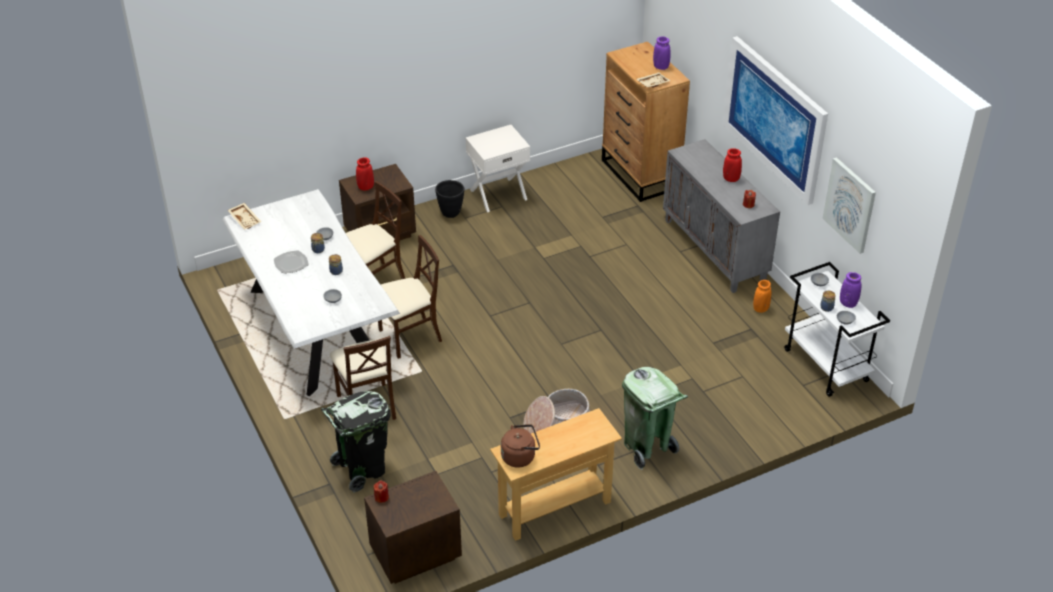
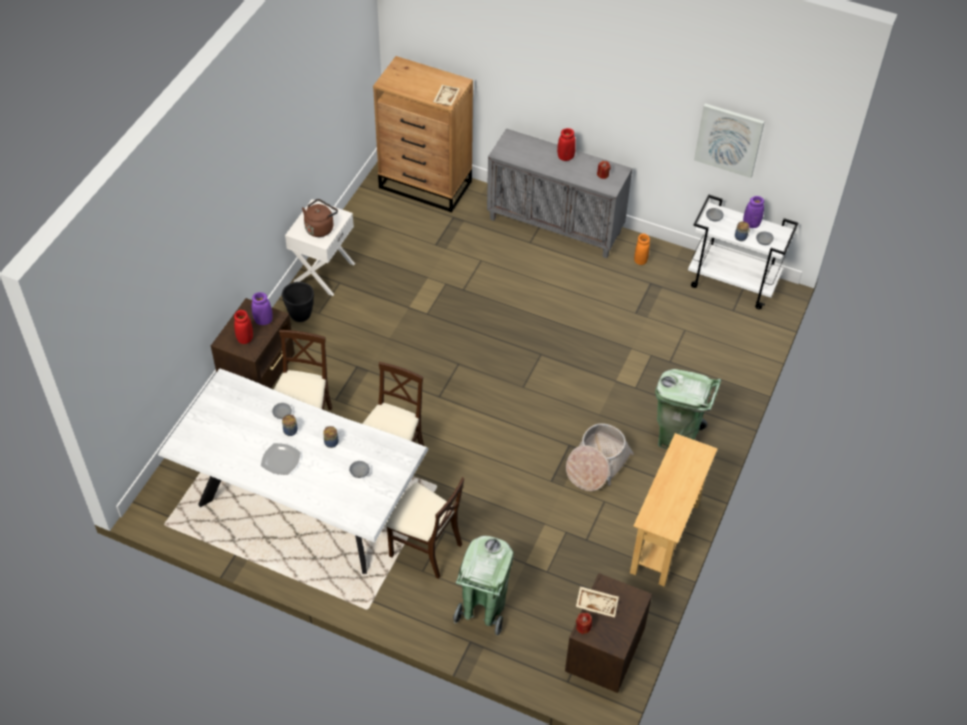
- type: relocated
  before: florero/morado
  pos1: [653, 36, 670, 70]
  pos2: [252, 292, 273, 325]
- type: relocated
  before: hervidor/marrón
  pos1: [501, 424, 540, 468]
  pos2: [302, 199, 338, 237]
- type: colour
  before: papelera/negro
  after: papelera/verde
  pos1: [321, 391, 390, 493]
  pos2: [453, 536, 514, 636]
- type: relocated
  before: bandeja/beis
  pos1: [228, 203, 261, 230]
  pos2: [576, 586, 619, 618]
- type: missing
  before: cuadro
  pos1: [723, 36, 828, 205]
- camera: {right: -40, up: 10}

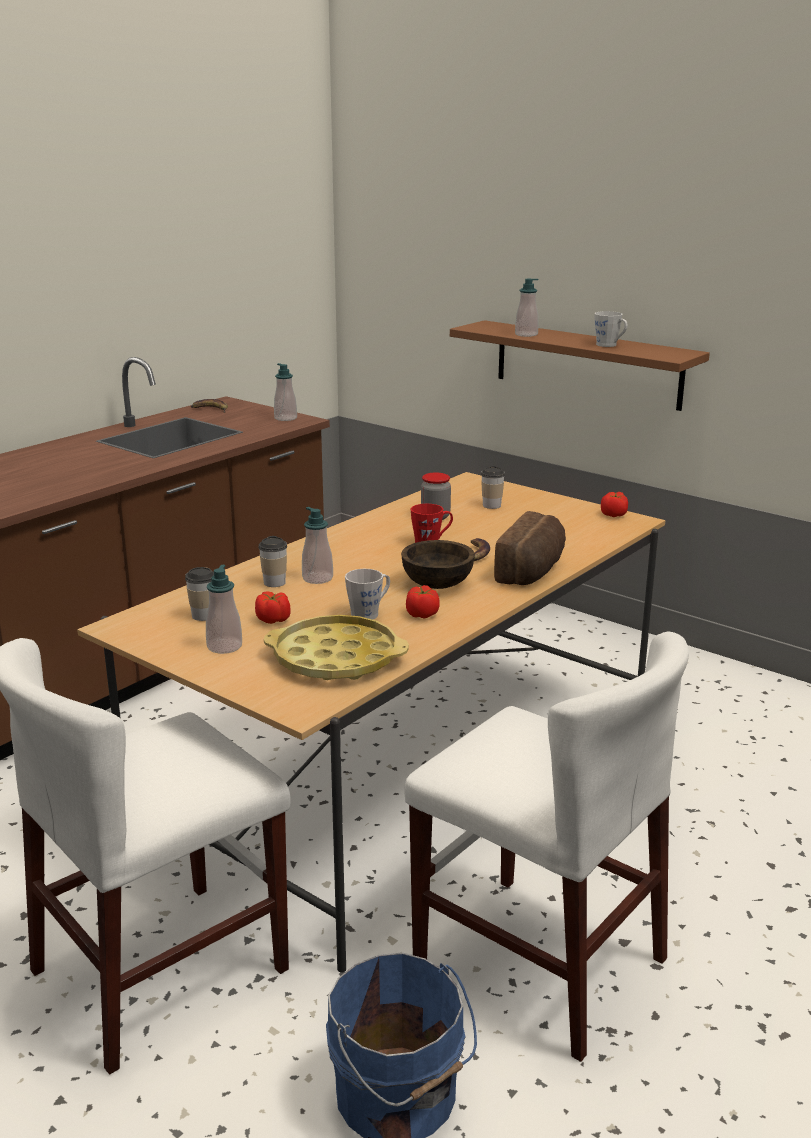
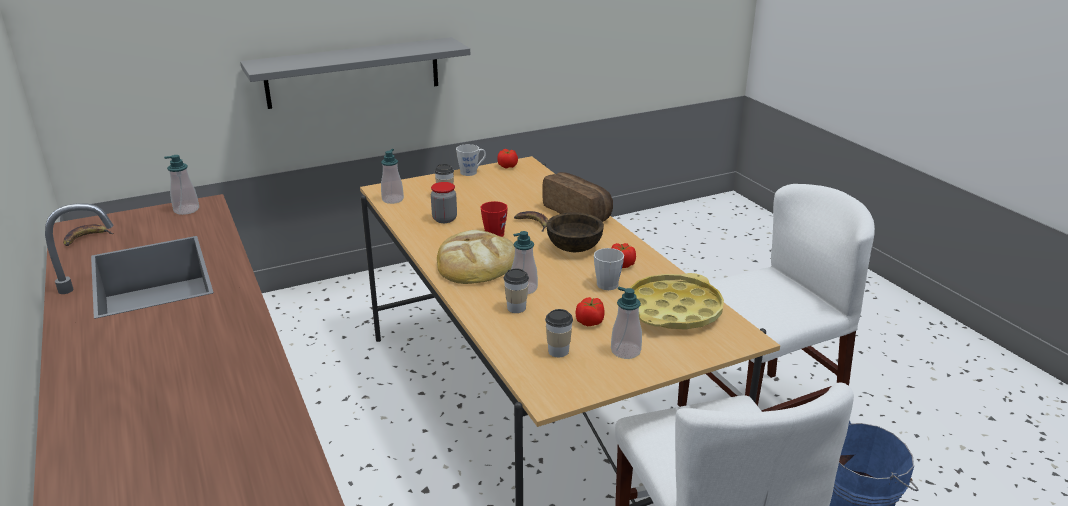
- type: colour
  before: estante/marrón
  after: estante/gris
  pos1: [450, 320, 710, 411]
  pos2: [240, 37, 470, 109]
- type: relocated
  before: dispensador de jabón
  pos1: [515, 279, 539, 337]
  pos2: [381, 149, 404, 204]
- type: appeared
  after: pan
  pos2: [437, 230, 515, 284]
- type: relocated
  before: taza grande/gris
  pos1: [594, 311, 628, 347]
  pos2: [456, 144, 486, 176]
- camera: {right: -65, up: 5}

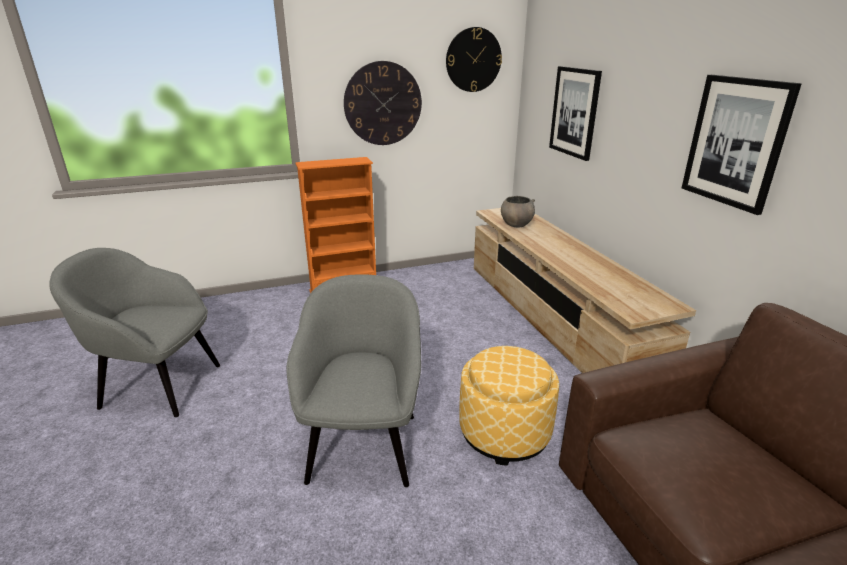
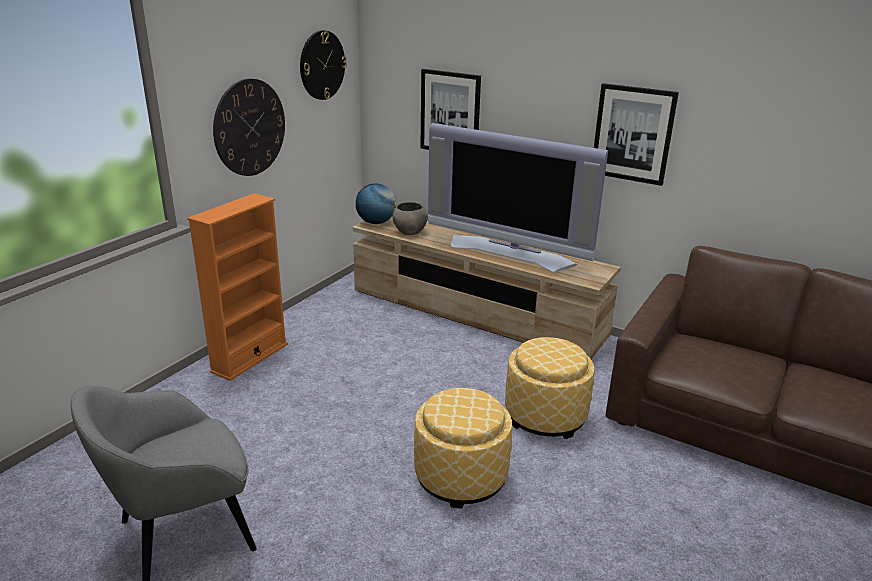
- type: appeared
  after: globo terráqueo
  pos2: [356, 183, 396, 224]
- type: exchanged
  before: sillón/gris
  after: puf
  pos1: [286, 274, 421, 487]
  pos2: [414, 388, 512, 508]
- type: appeared
  after: televisor
  pos2: [428, 123, 608, 273]
- camera: {right: -40, up: 0}

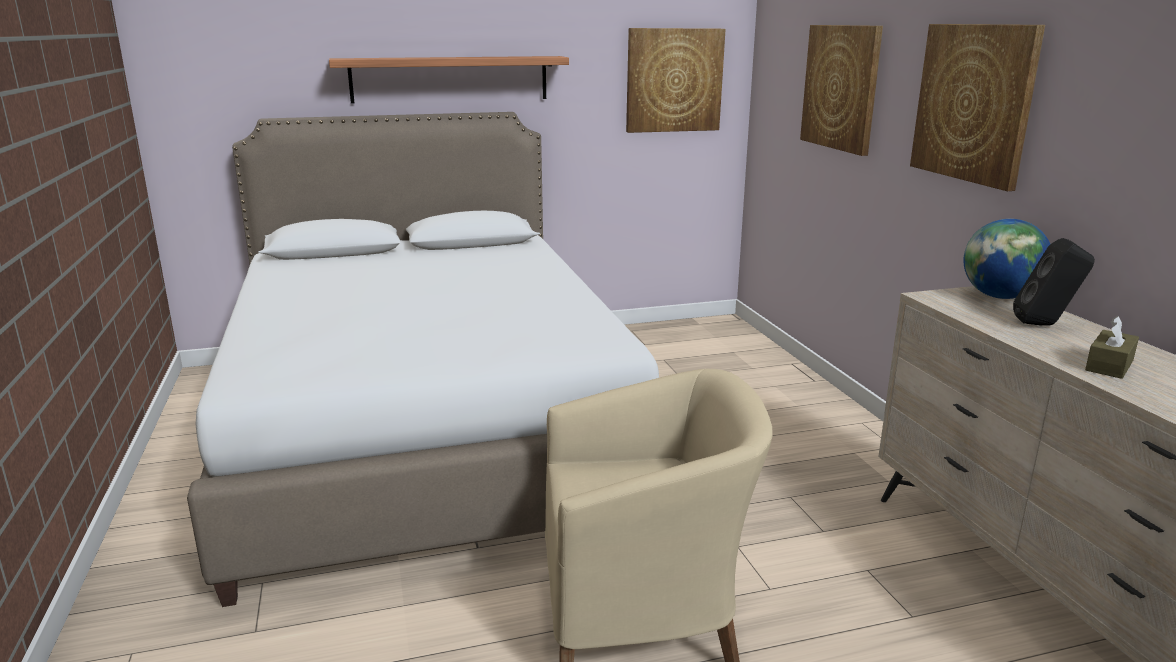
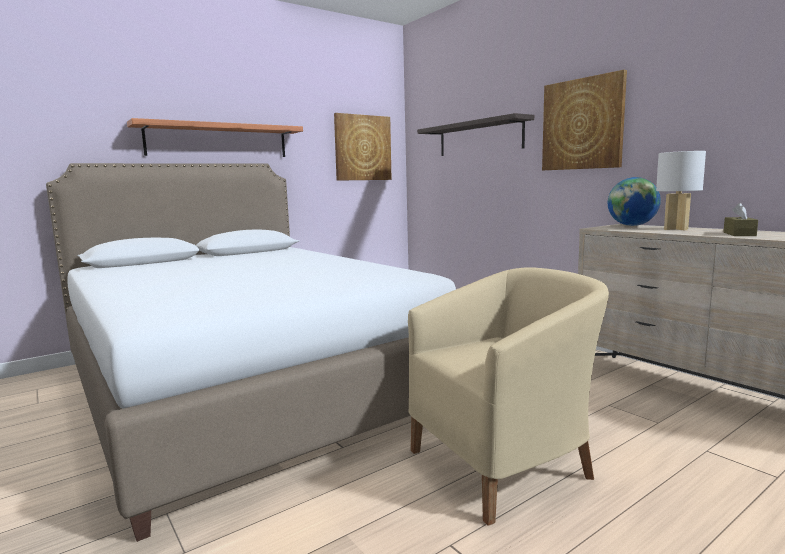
- type: exchanged
  before: cuadro
  after: estante
  pos1: [800, 25, 883, 156]
  pos2: [417, 113, 534, 156]
- type: exchanged
  before: altavoz/negro
  after: lámpara de mesa/blanco
  pos1: [1013, 238, 1095, 326]
  pos2: [656, 151, 706, 230]
- camera: {right: -20, up: -10}

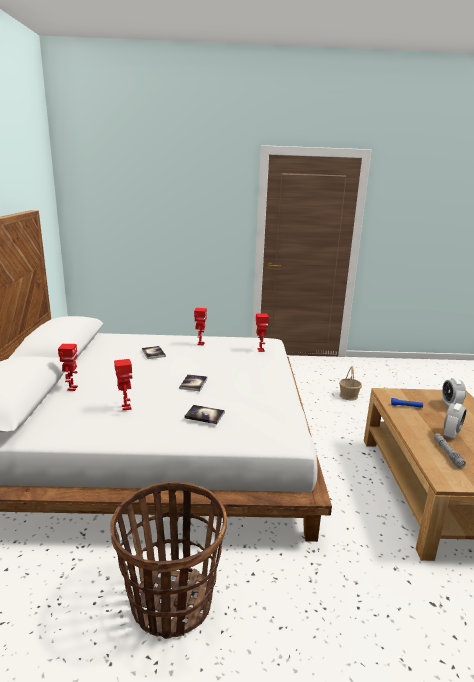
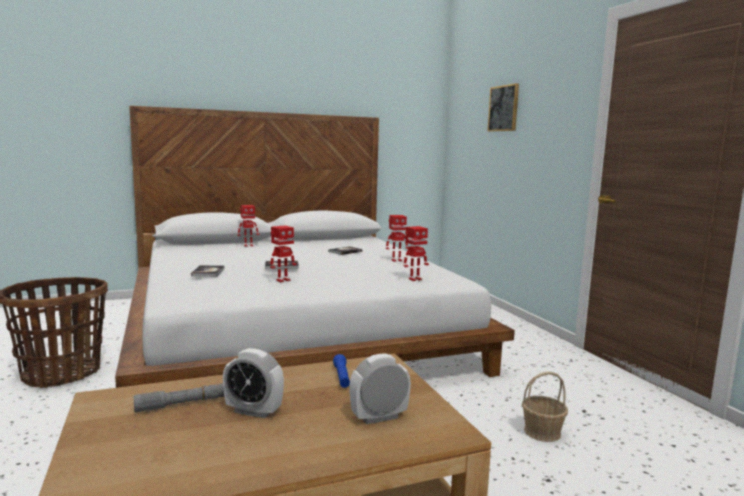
- type: relocated
  before: robot de juguete
  pos1: [114, 359, 132, 410]
  pos2: [270, 226, 297, 282]
- type: appeared
  after: cuadro
  pos2: [488, 83, 519, 132]
- camera: {right: 70, up: -10}

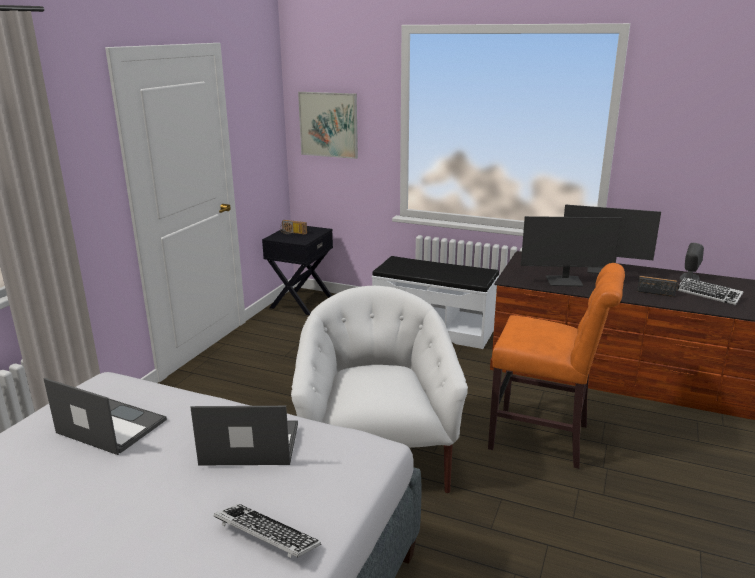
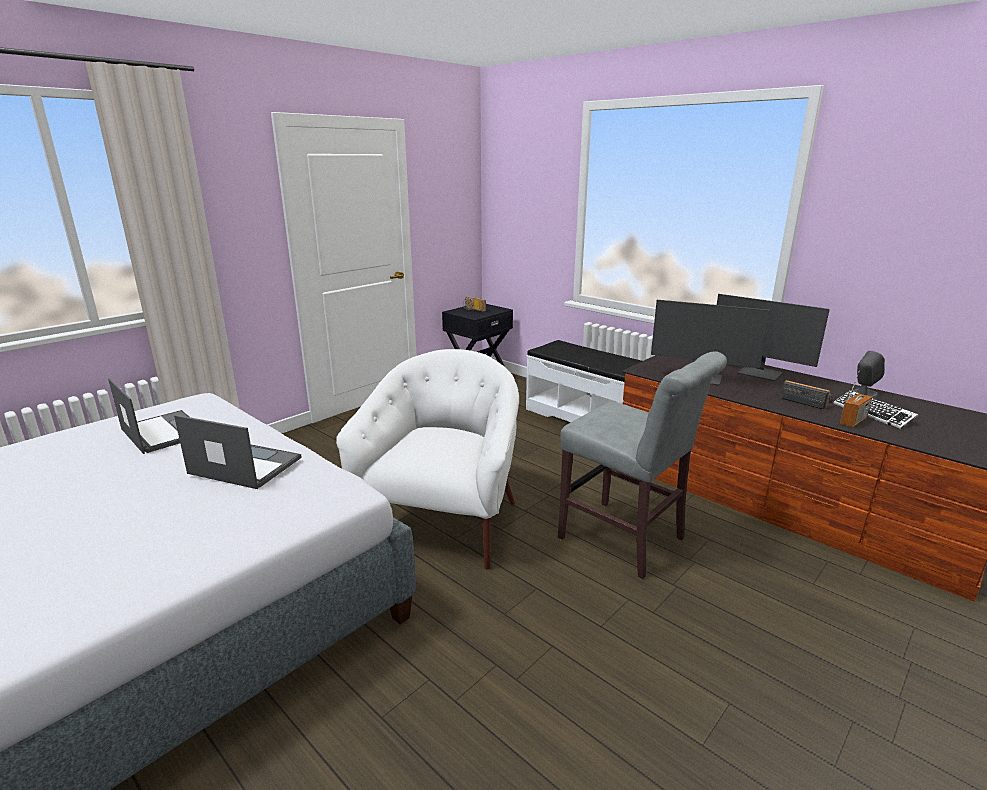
- type: colour
  before: silla/naranja
  after: silla/gris
  pos1: [488, 263, 625, 469]
  pos2: [558, 351, 727, 579]
- type: appeared
  after: radio
  pos2: [840, 371, 872, 427]
- type: missing
  before: teclado
  pos1: [213, 504, 321, 558]
- type: missing
  before: cuadro
  pos1: [298, 92, 358, 159]
- camera: {right: 20, up: 0}

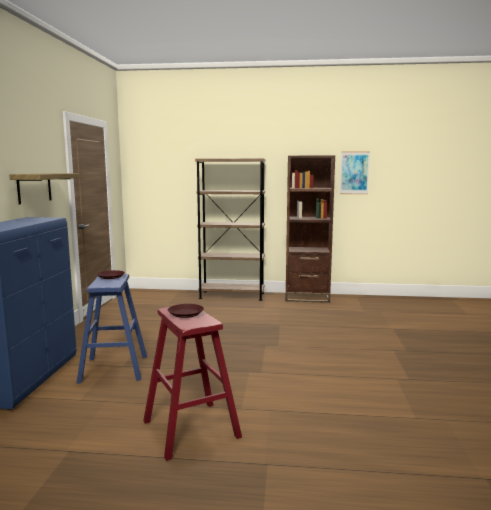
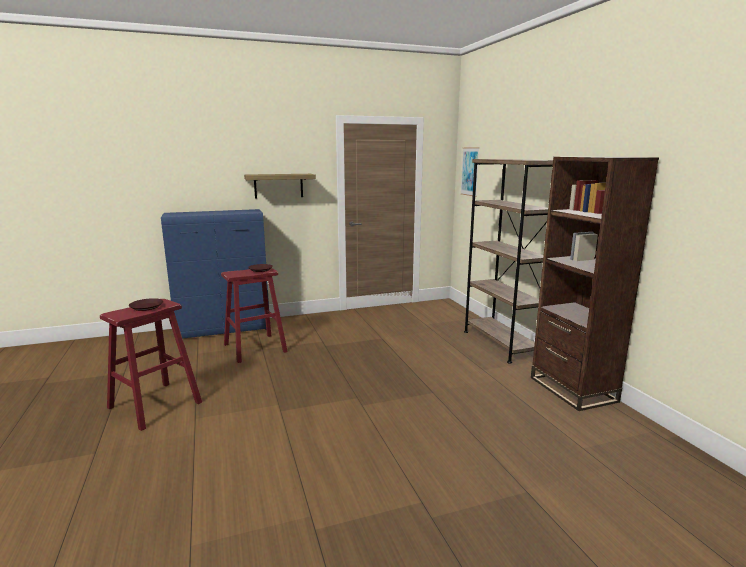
- type: colour
  before: taburete/azul
  after: taburete/rojo
  pos1: [77, 274, 147, 384]
  pos2: [221, 268, 288, 363]
- type: relocated
  before: cuadro
  pos1: [340, 152, 370, 194]
  pos2: [460, 147, 480, 197]
- camera: {right: 65, up: 5}

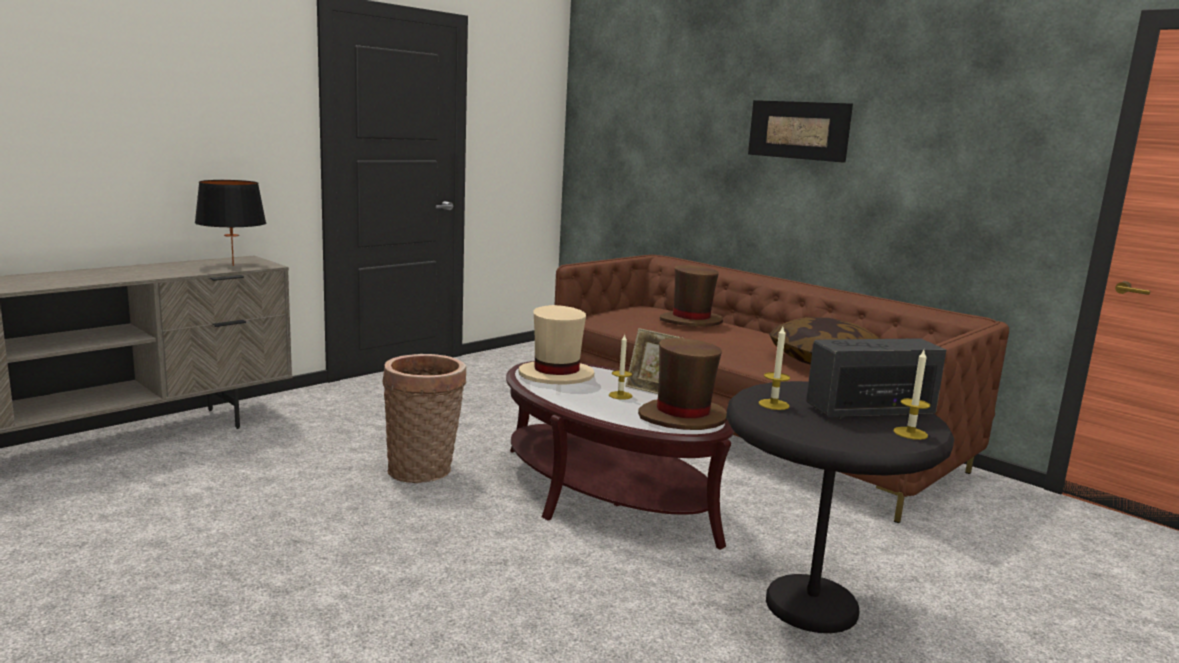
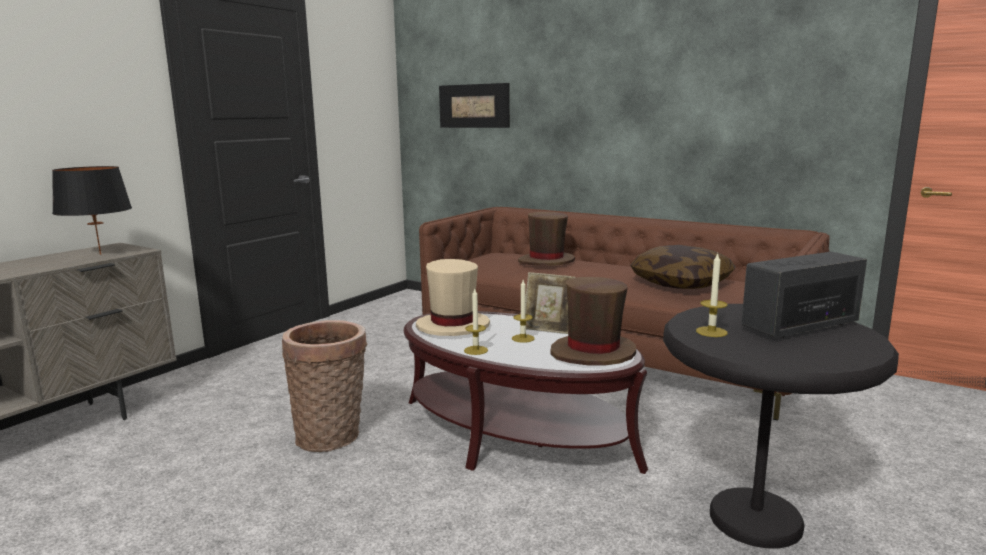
- type: relocated
  before: cuadro
  pos1: [748, 100, 853, 163]
  pos2: [439, 83, 510, 128]
- type: relocated
  before: vela
  pos1: [893, 350, 930, 440]
  pos2: [464, 289, 488, 355]
- camera: {right: -10, up: 0}

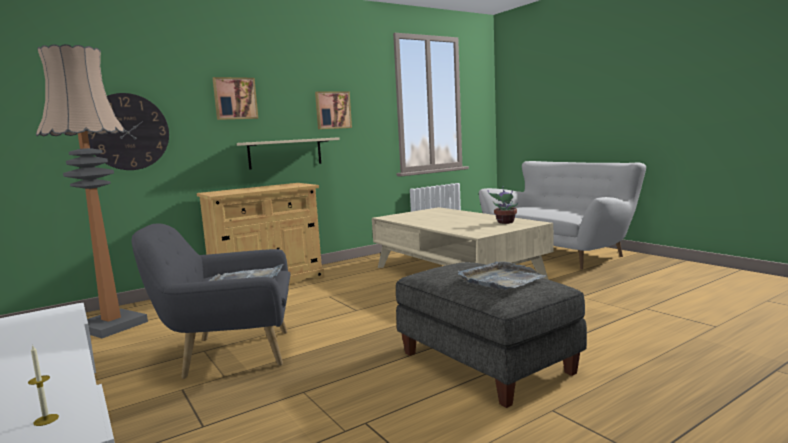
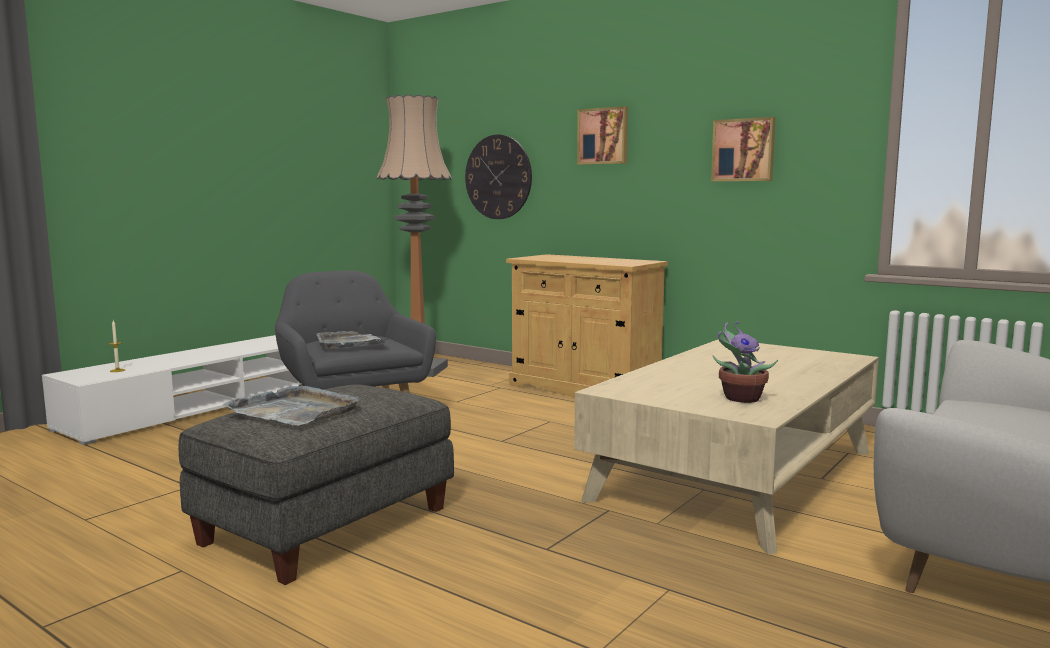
- type: missing
  before: estante/beis
  pos1: [237, 137, 340, 170]
- camera: {right: 70, up: 0}

